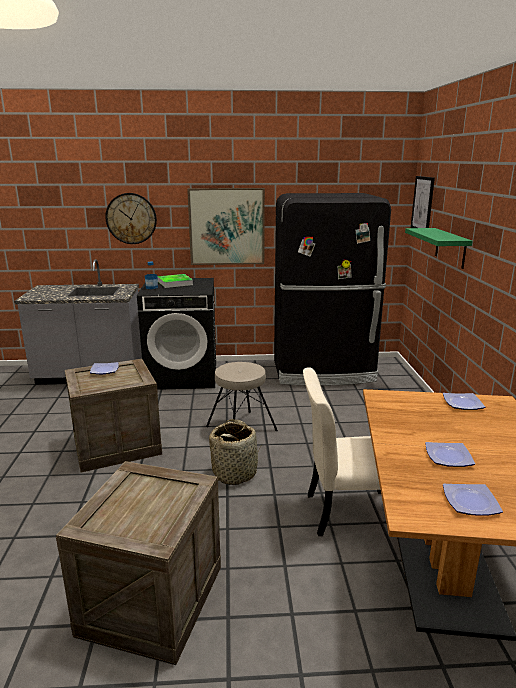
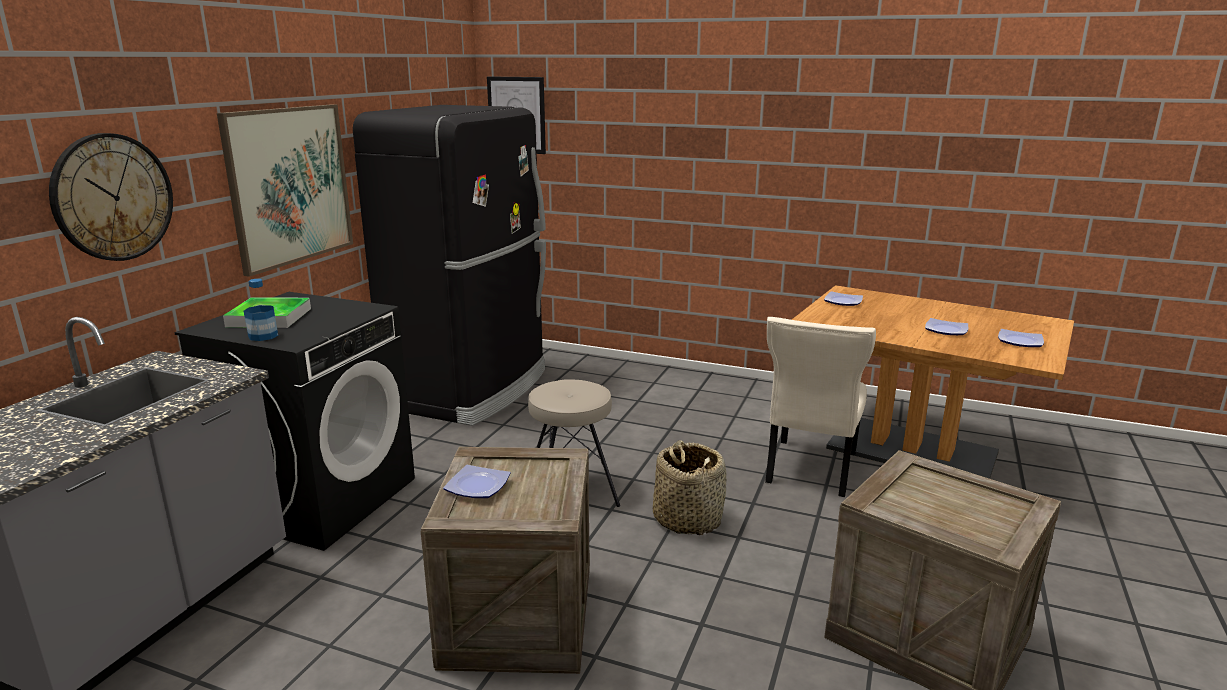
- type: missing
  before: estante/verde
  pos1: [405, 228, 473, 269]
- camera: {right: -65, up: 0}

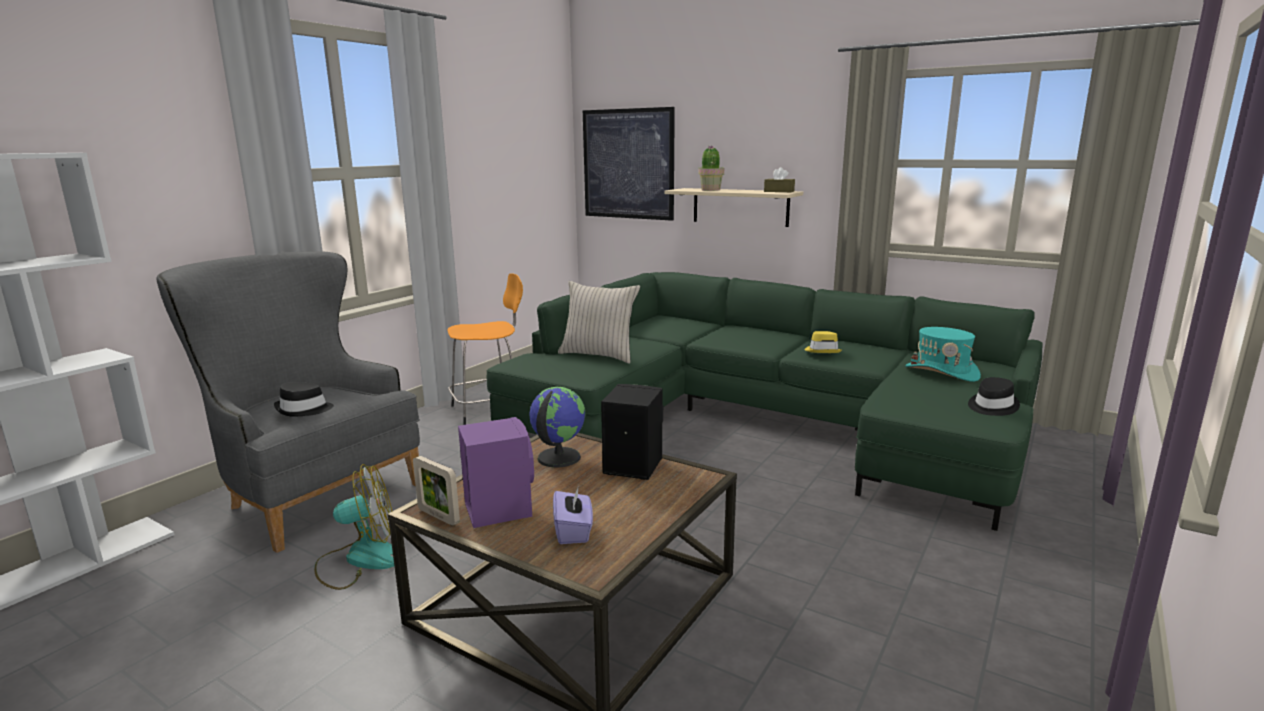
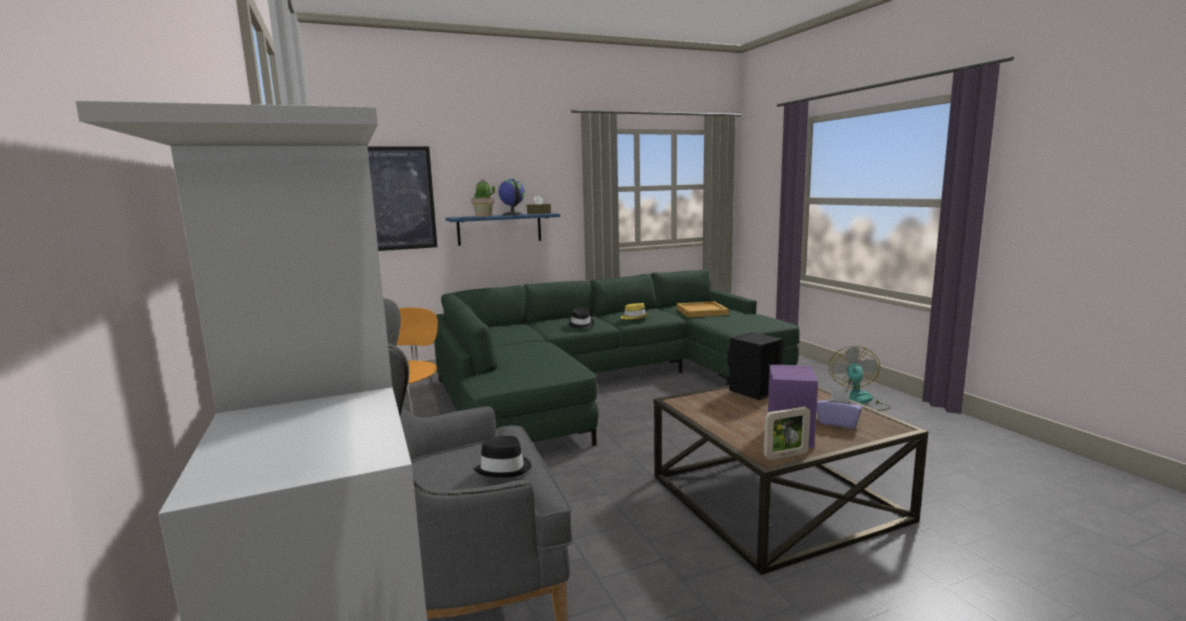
- type: colour
  before: estante/beis
  after: estante/azul
  pos1: [664, 188, 803, 227]
  pos2: [445, 213, 560, 246]
- type: relocated
  before: globo terráqueo
  pos1: [529, 387, 586, 468]
  pos2: [498, 179, 525, 215]
- type: relocated
  before: sombrero/negro
  pos1: [968, 377, 1020, 416]
  pos2: [568, 307, 594, 328]
- type: exchanged
  before: sombrero/turquesa
  after: bandeja/beis
  pos1: [905, 327, 981, 382]
  pos2: [677, 301, 729, 317]
- type: relocated
  before: ventilador
  pos1: [314, 464, 394, 590]
  pos2: [829, 346, 891, 411]
- type: missing
  before: cojín/beis
  pos1: [558, 281, 640, 364]
- camera: {right: -55, up: -5}

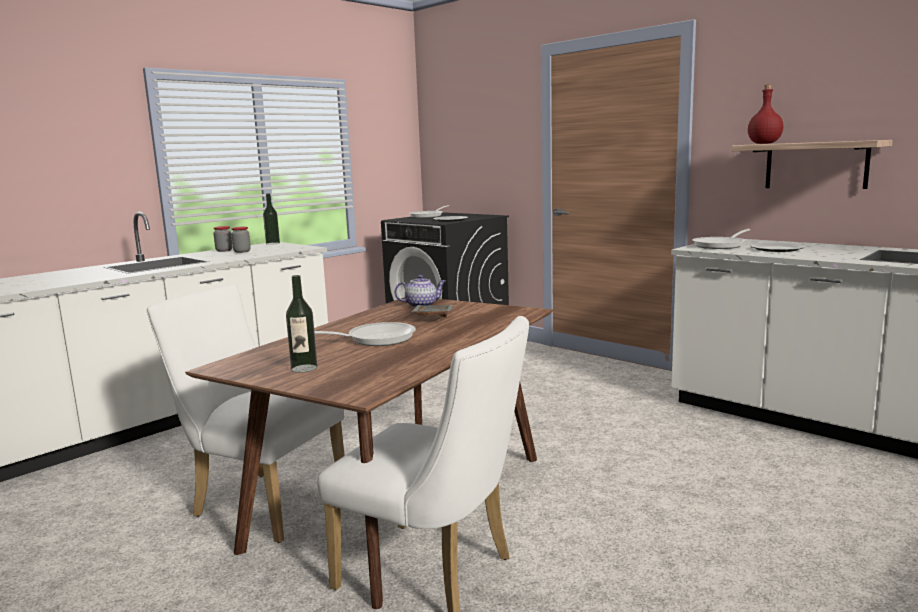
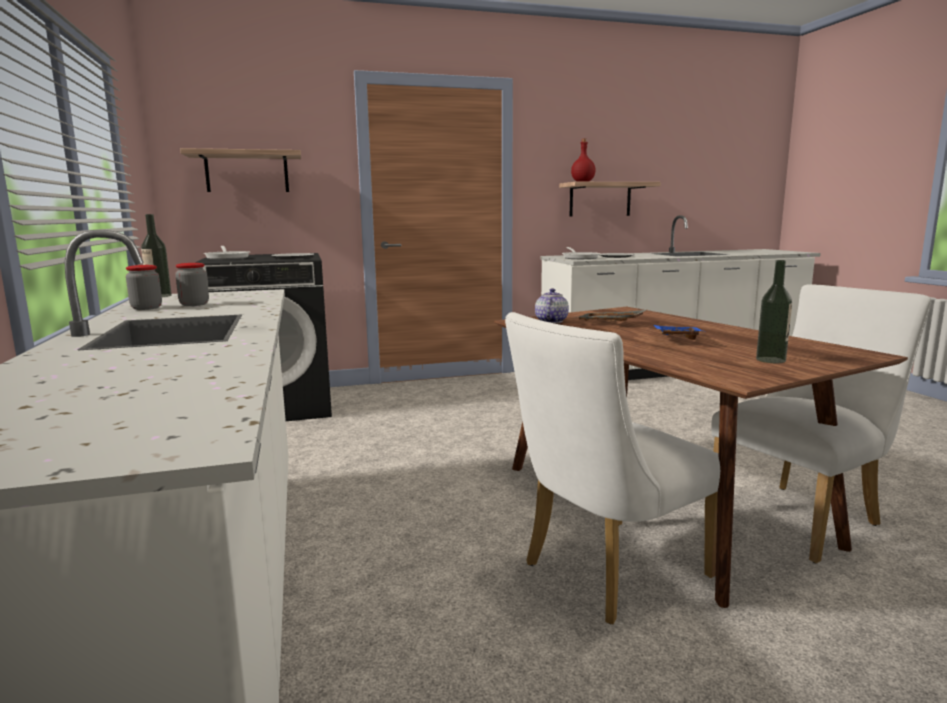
- type: appeared
  after: estante
  pos2: [180, 148, 301, 192]
- type: exchanged
  before: sartén
  after: bandeja/azul
  pos1: [314, 322, 416, 346]
  pos2: [654, 325, 702, 340]
- camera: {right: -60, up: 0}

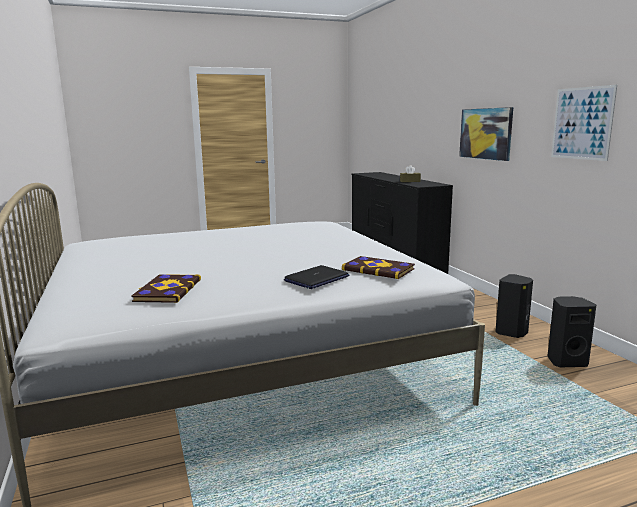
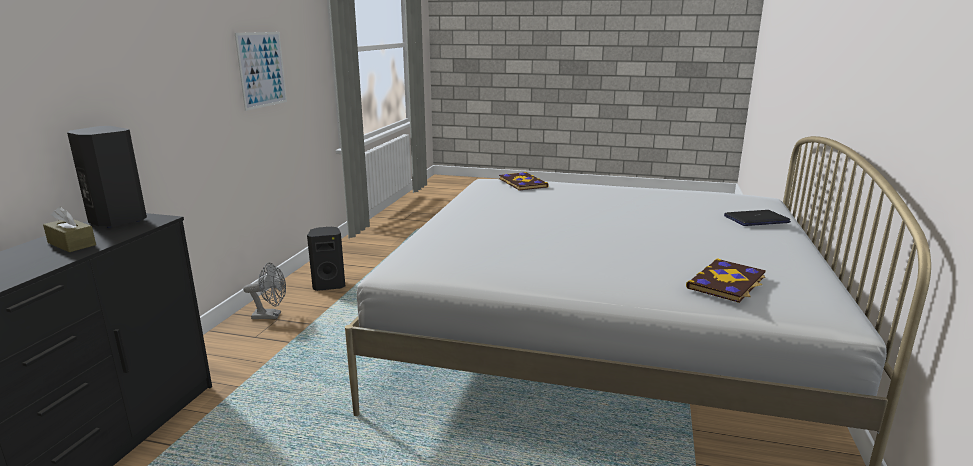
- type: relocated
  before: altavoz/negro
  pos1: [548, 296, 596, 367]
  pos2: [67, 126, 147, 228]
- type: appeared
  after: ventilador/gris
  pos2: [243, 263, 286, 319]
- type: relocated
  before: libro
  pos1: [132, 274, 201, 303]
  pos2: [686, 258, 766, 303]
- type: relocated
  before: portátil
  pos1: [284, 265, 350, 289]
  pos2: [724, 210, 791, 226]
- type: missing
  before: cuadro
  pos1: [459, 107, 513, 161]
- camera: {right: -145, up: 5}

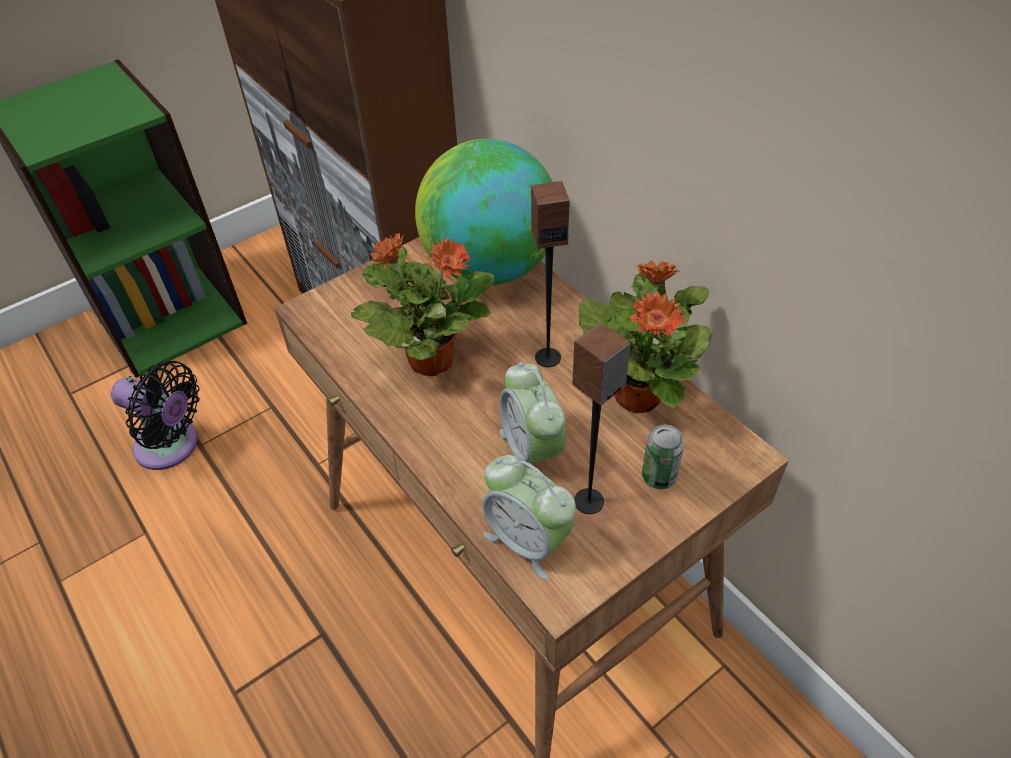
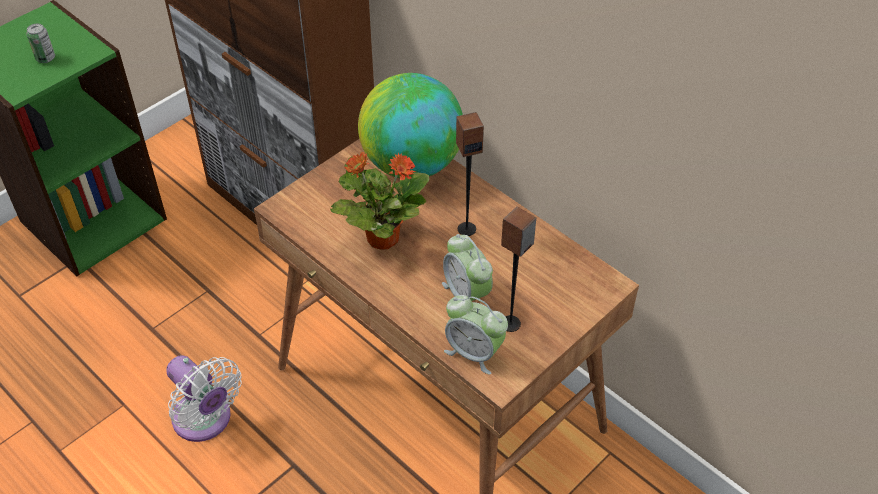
- type: relocated
  before: lata
  pos1: [642, 425, 684, 489]
  pos2: [26, 23, 55, 63]
- type: appeared
  after: ventilador/blanco
  pos2: [166, 355, 242, 442]
- type: missing
  before: ventilador/negro
  pos1: [111, 361, 200, 470]
- type: missing
  before: planta en maceta
  pos1: [579, 260, 712, 413]
- camera: {right: -10, up: 0}

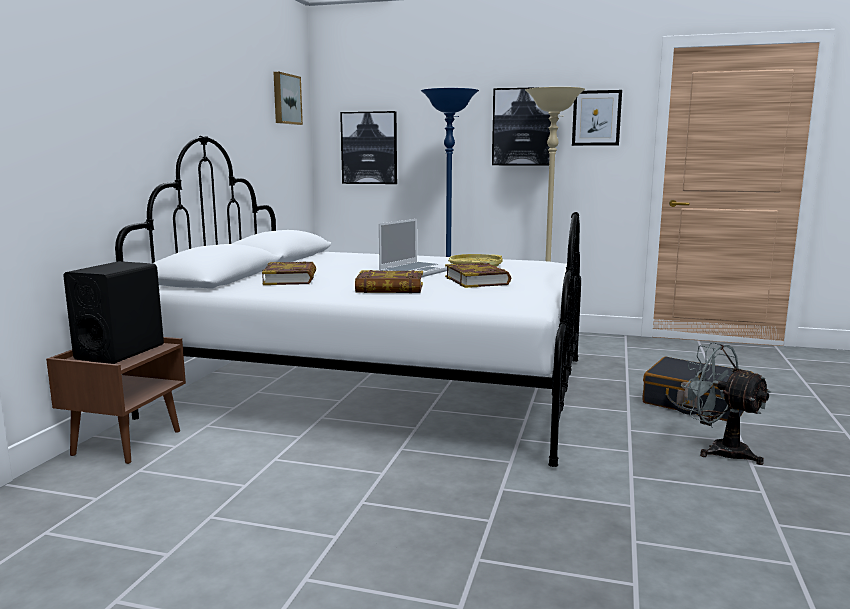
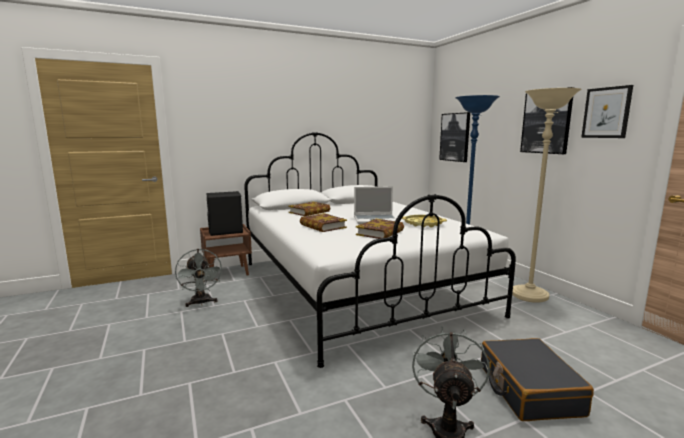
- type: appeared
  after: ventilador/gris
  pos2: [175, 249, 222, 307]
- type: missing
  before: cuadro
  pos1: [273, 72, 303, 125]
- camera: {right: 50, up: 0}

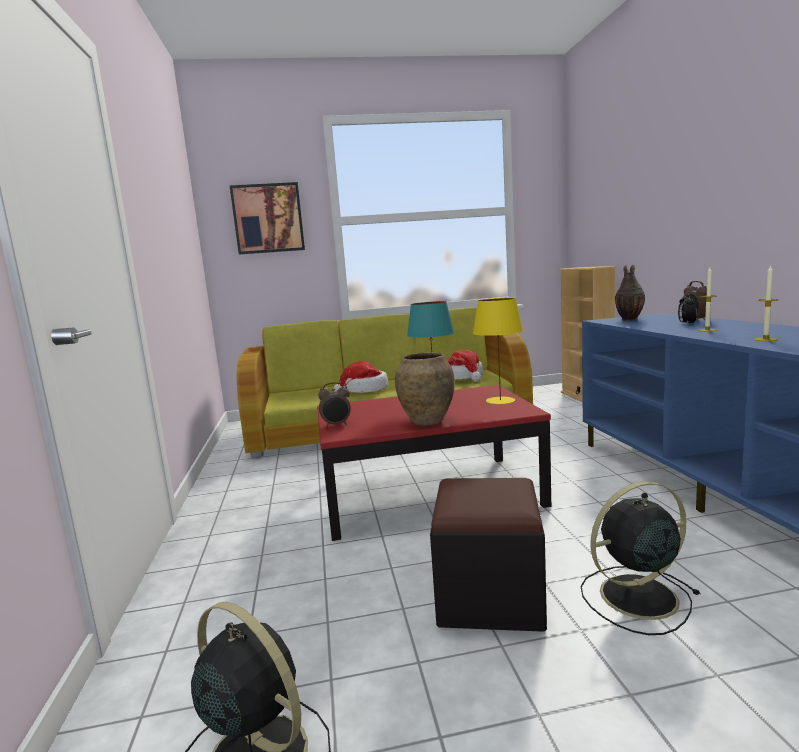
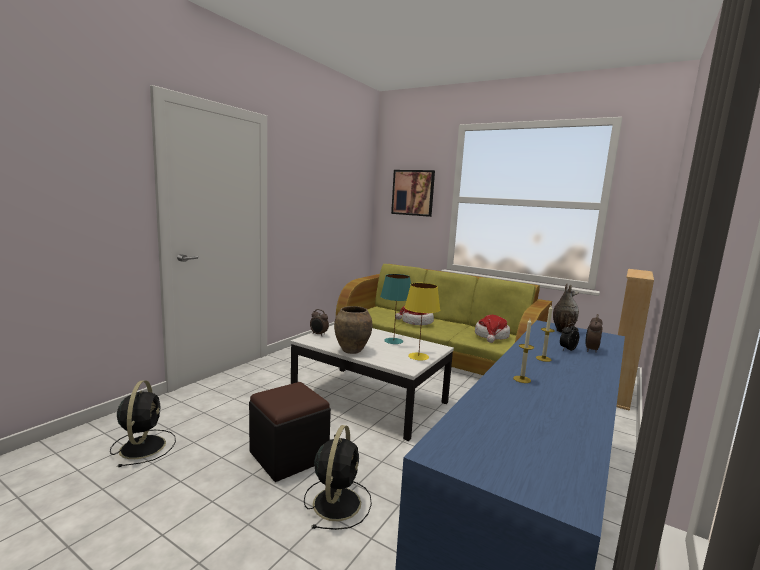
- type: colour
  before: mesa de centro/rojo
  after: mesa de centro/blanco
  pos1: [317, 385, 551, 541]
  pos2: [291, 325, 454, 441]
- type: spun
  before: ventilador/negro
  pos1: [581, 481, 701, 635]
  pos2: [304, 425, 372, 530]
  turn: 75
- camera: {right: 40, up: 0}

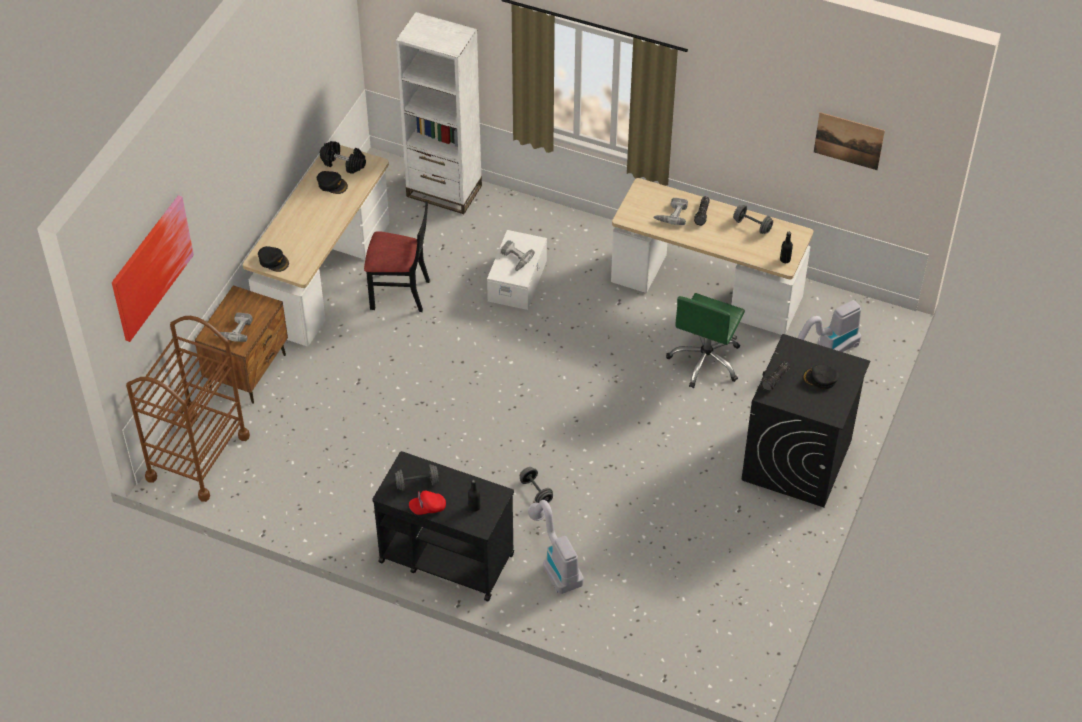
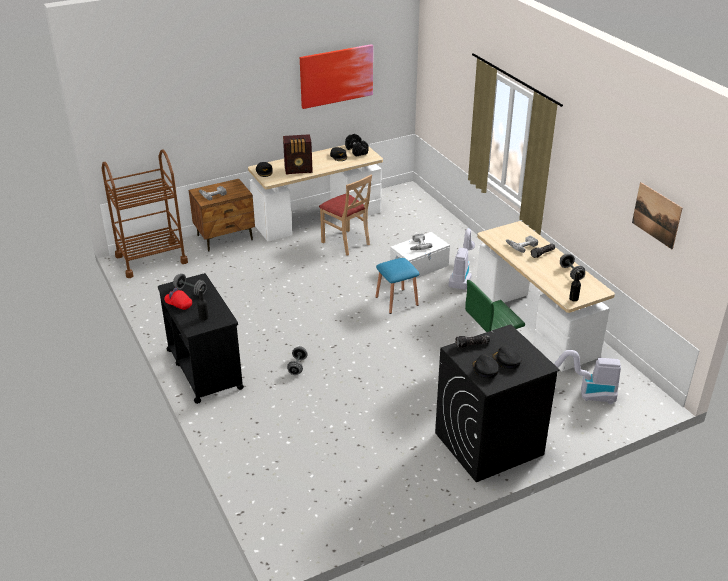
- type: appeared
  after: radio
  pos2: [283, 134, 313, 175]
- type: relocated
  before: cuadro
  pos1: [112, 195, 194, 342]
  pos2: [300, 44, 373, 109]
- type: colour
  before: silla/negro
  after: silla/beis
  pos1: [364, 201, 430, 312]
  pos2: [319, 174, 372, 256]
- type: appeared
  after: taburete/azul
  pos2: [375, 258, 419, 314]
- type: relocated
  before: aspiradora
  pos1: [528, 500, 584, 594]
  pos2: [449, 228, 475, 290]
- type: appeared
  after: gorra/negro
  pos2: [472, 354, 499, 378]
- type: missing
  before: estantería/blanco
  pos1: [396, 12, 482, 214]
- camera: {right: 40, up: -15}

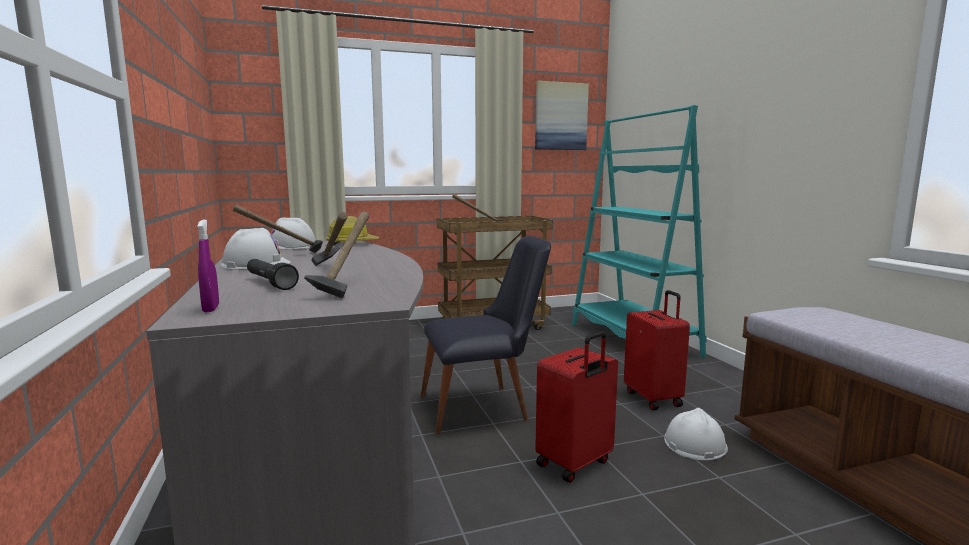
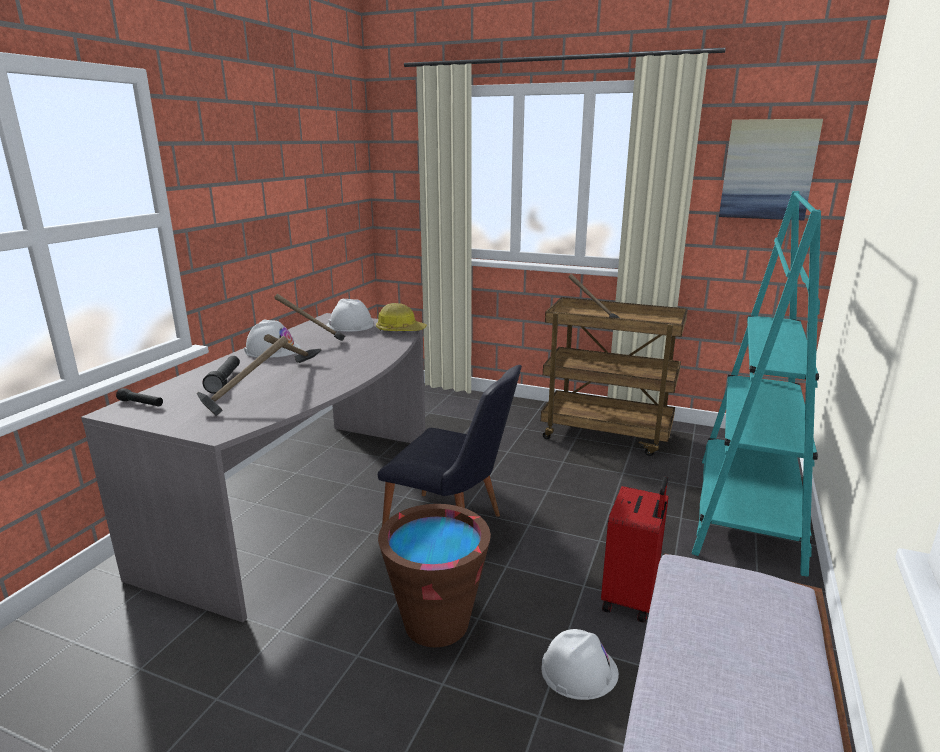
- type: exchanged
  before: pulverizador/morado
  after: linterna/negro
  pos1: [197, 219, 219, 312]
  pos2: [116, 388, 163, 407]
- type: exchanged
  before: maleta/rojo
  after: cubo/marrón
  pos1: [535, 331, 618, 483]
  pos2: [378, 504, 491, 647]
- camera: {right: 40, up: 10}

